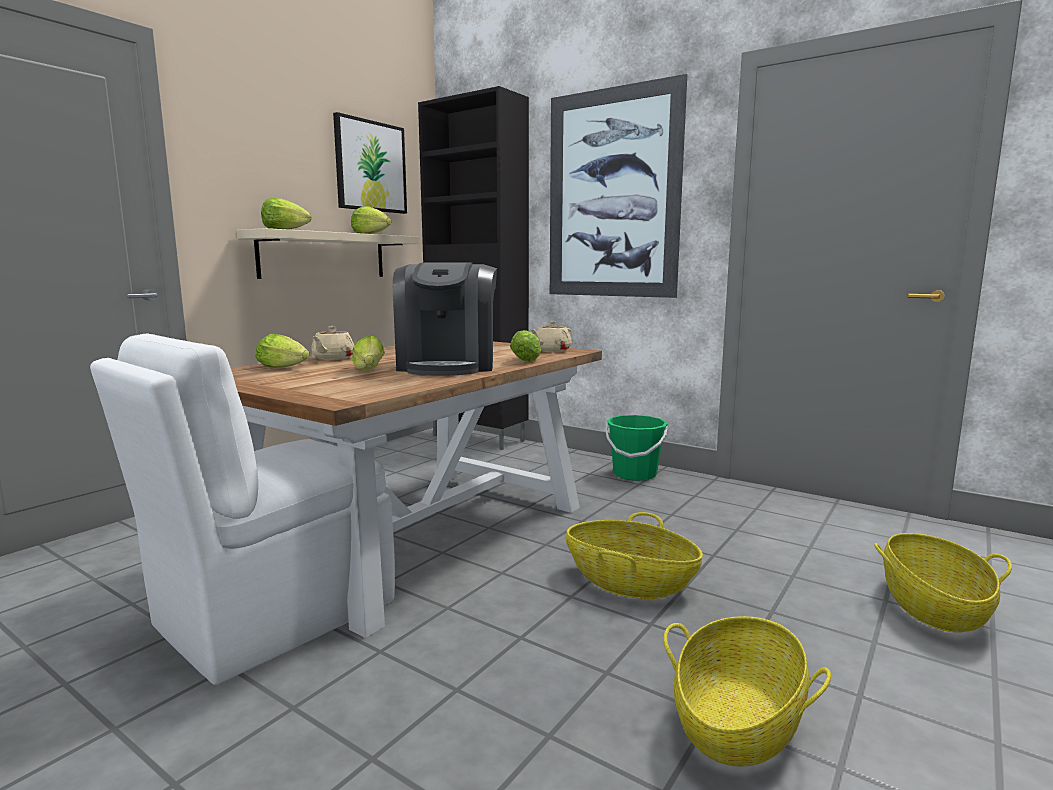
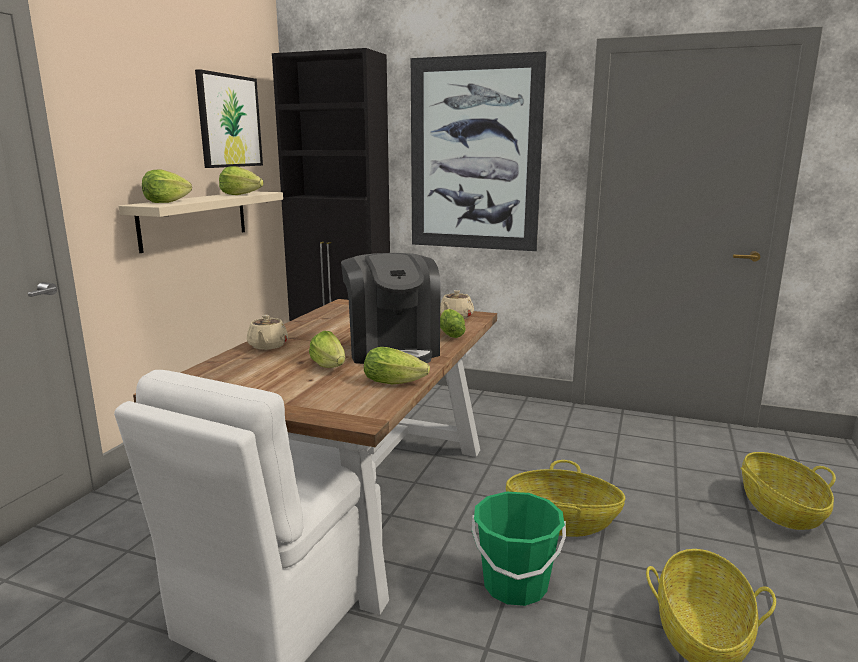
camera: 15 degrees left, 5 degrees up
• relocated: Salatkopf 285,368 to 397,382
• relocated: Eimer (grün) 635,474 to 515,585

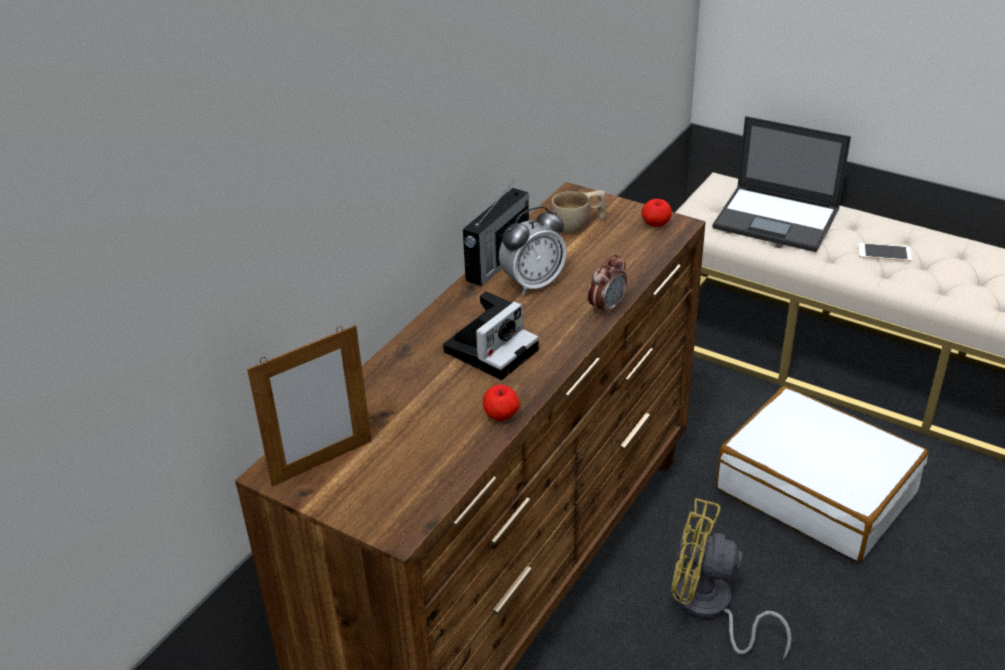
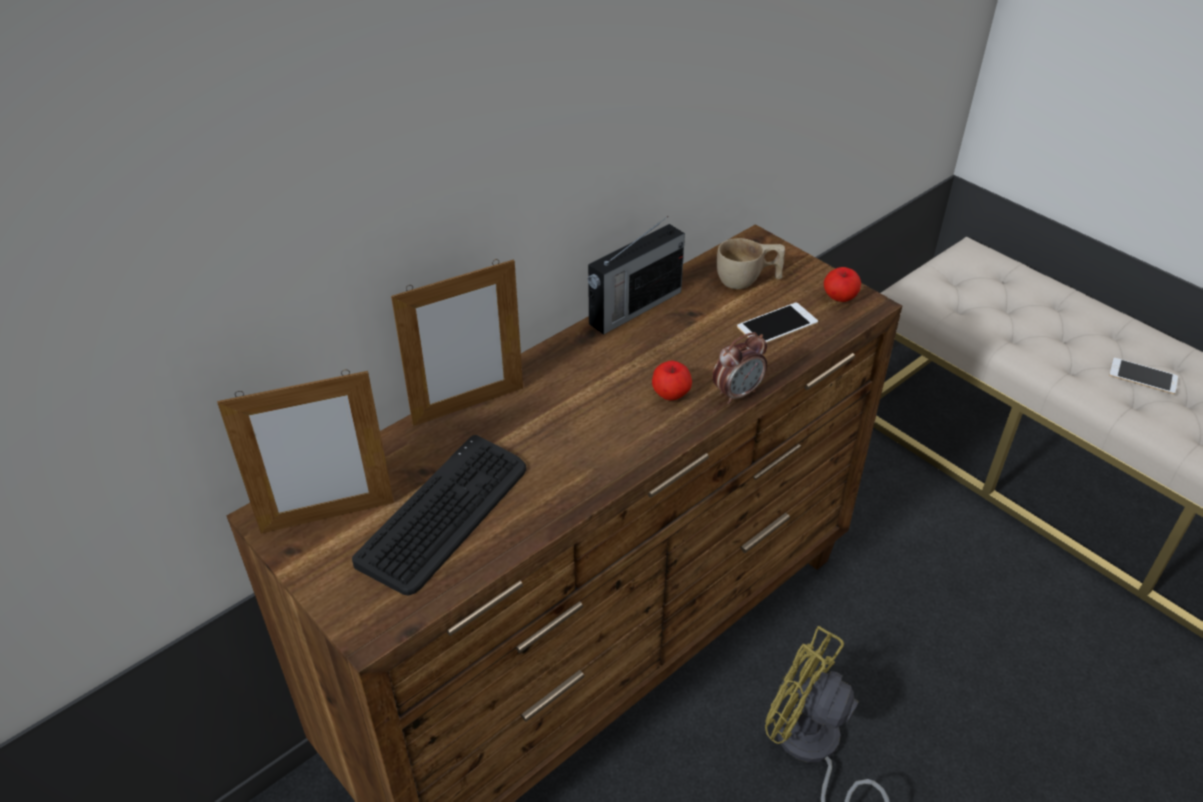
camera: 15 degrees right, 5 degrees up
• missing: Kamera 492,348
• missing: Wecker 533,283
• missing: Laptop 777,219
• missing: Koffer (weiß) 816,490
• appeared: Tastatur 445,514
• appeared: Bilderrahmen 468,406
• appeared: Handy 777,325
• relocated: Apfel 501,416 to 671,394

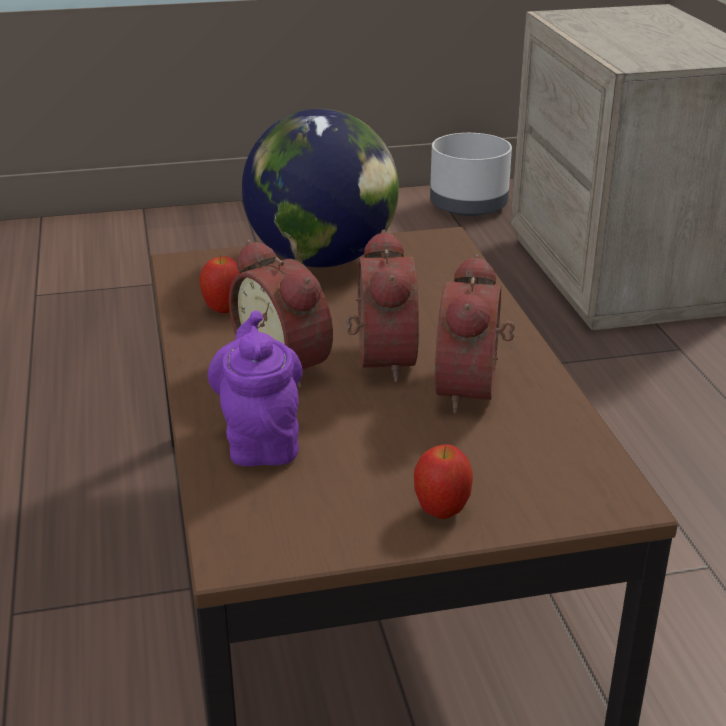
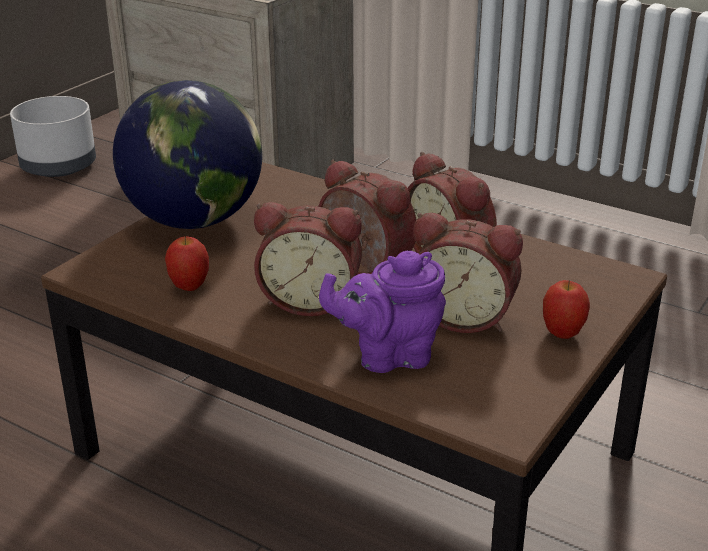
camera: 45 degrees left, 0 degrees up
• appeared: Wecker 464,316
• spun: Teekanne (lila) 261,440 = 388,355 45 degrees counterclockwise

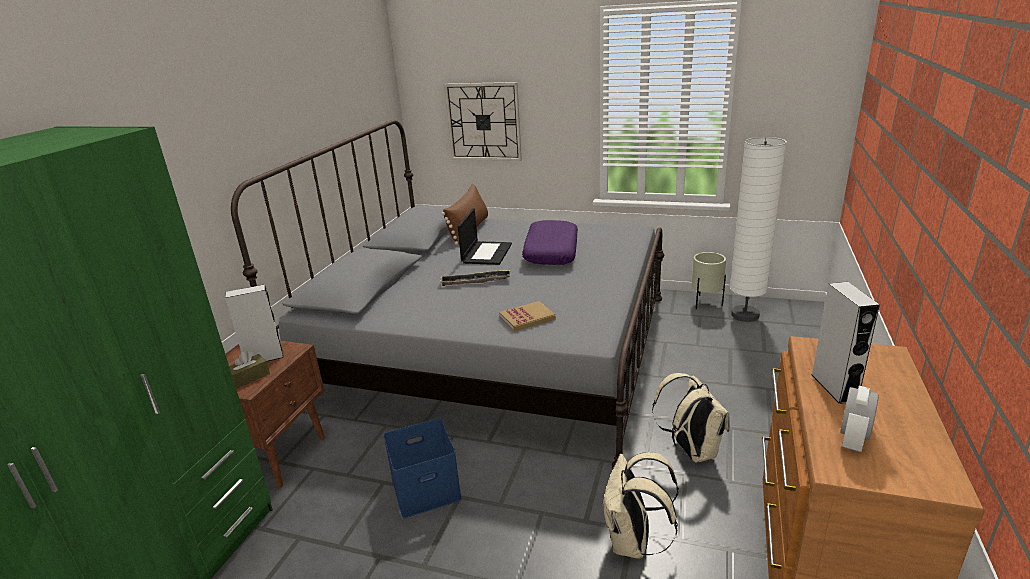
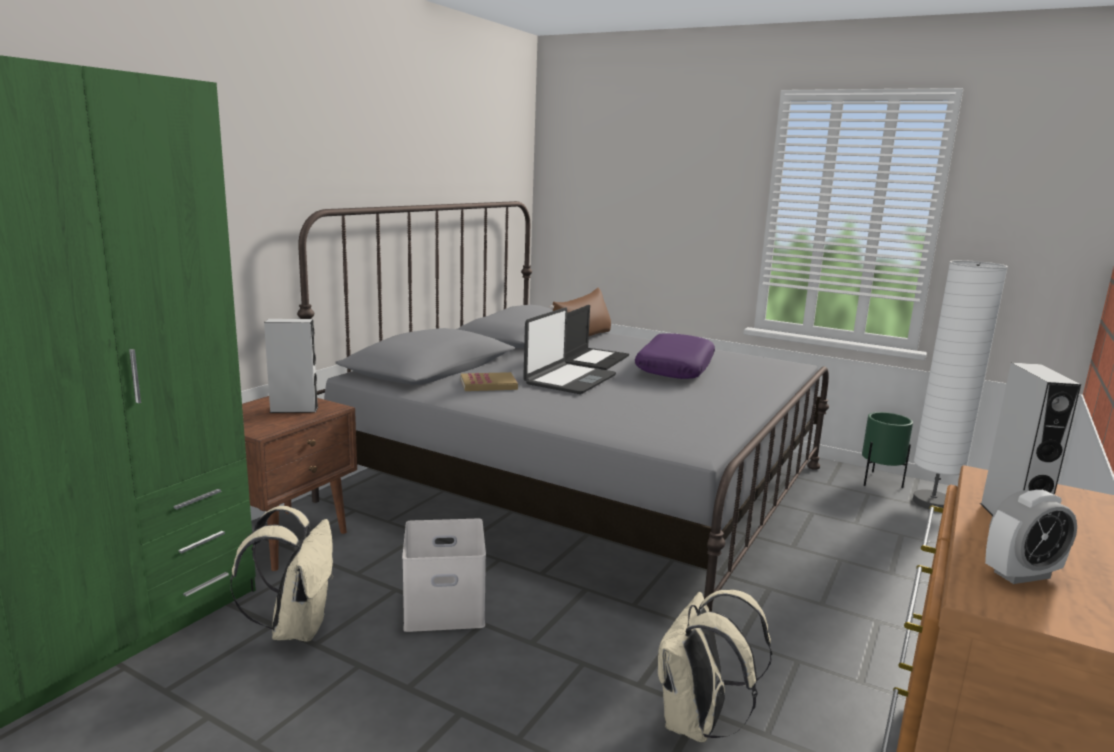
camera: 10 degrees right, 10 degrees down
• missing: Taschentuchbox (braun) 248,377
• missing: Wanduhr 483,122
• relocated: Buch 527,318 to 488,384
• relocated: Rucksack (beige) 691,450 to 296,627
• exchanged: Tablett 475,281 to Laptop 569,380
• colour: Aufbewahrungsbox (blau) 427,488 to Aufbewahrungsbox (weiß) 446,606
• colour: Pflanzkübel (beige) 705,303 to Pflanzkübel (grün) 879,482
• spun: Wecker 853,440 = 1021,575 150 degrees counterclockwise

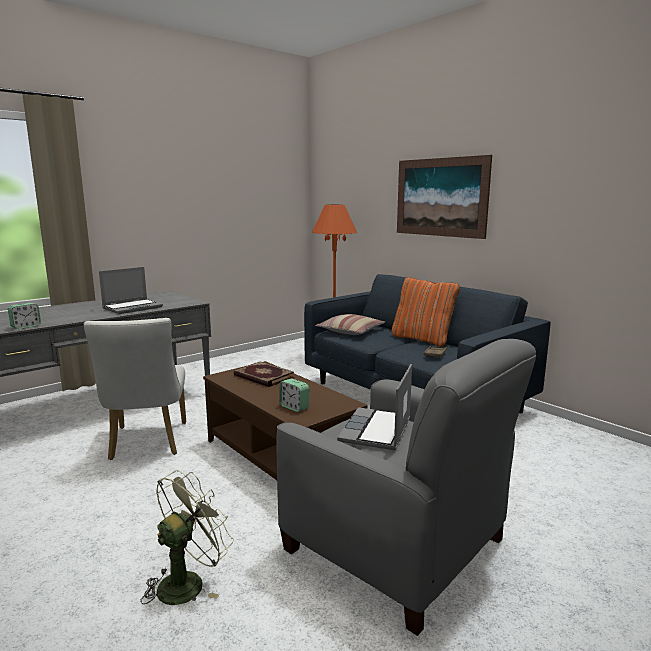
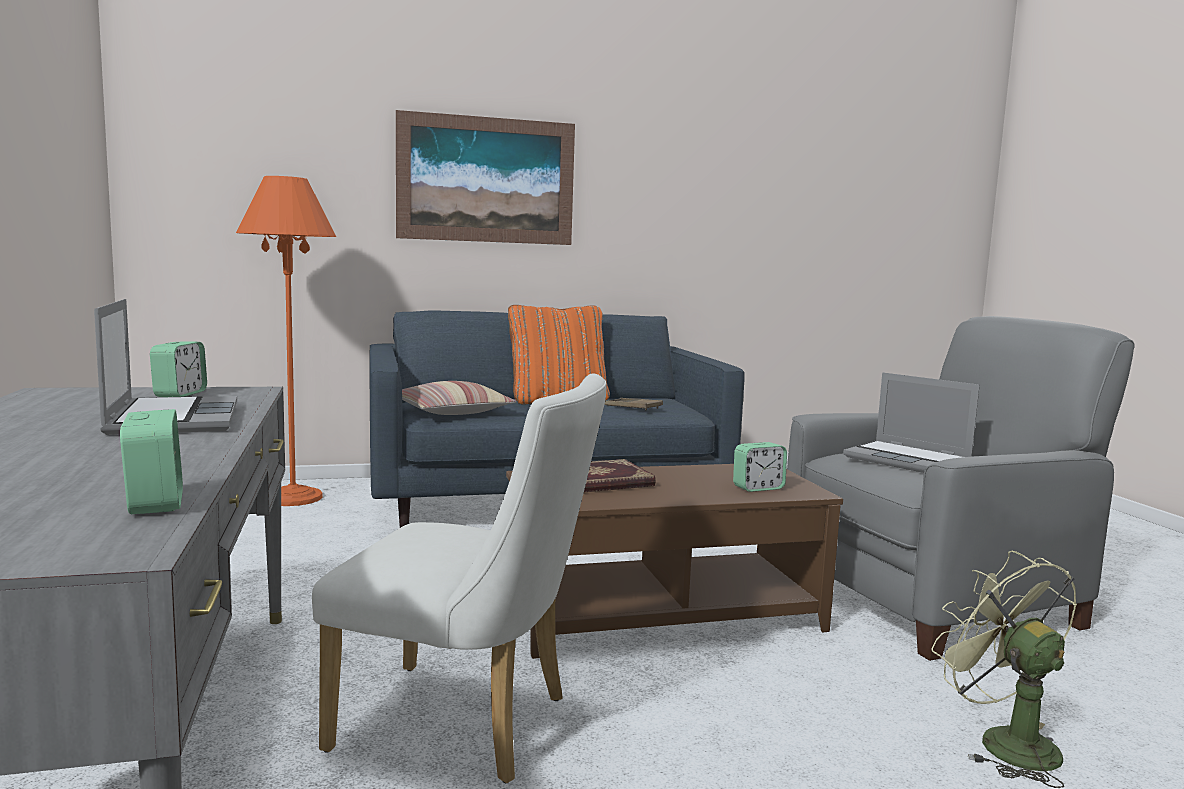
camera: 65 degrees left, 5 degrees down
• appeared: Wecker 180,394

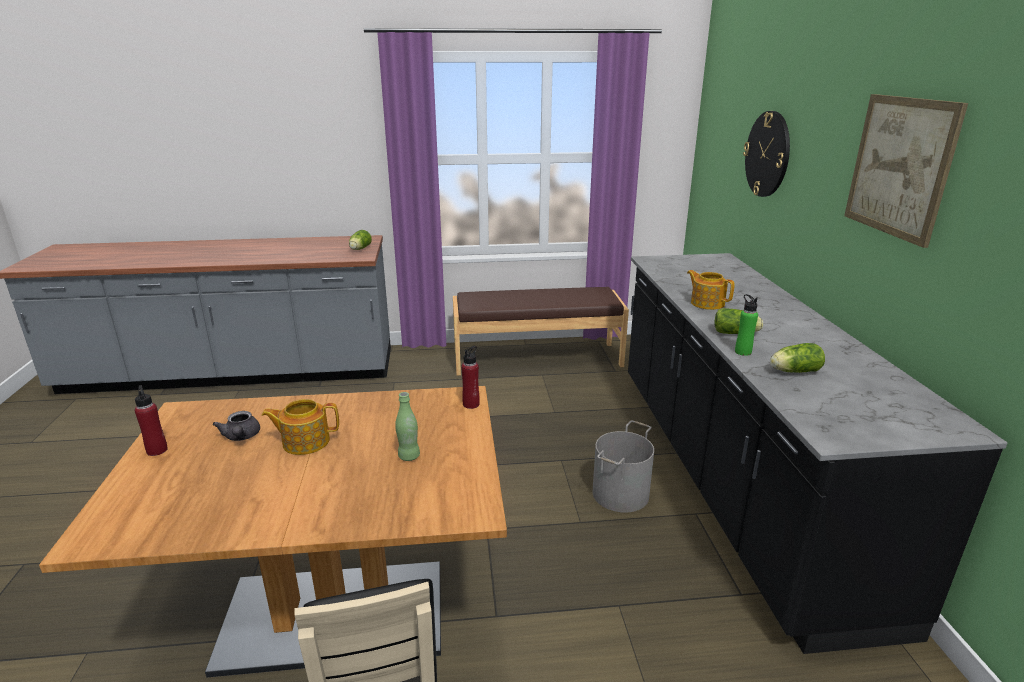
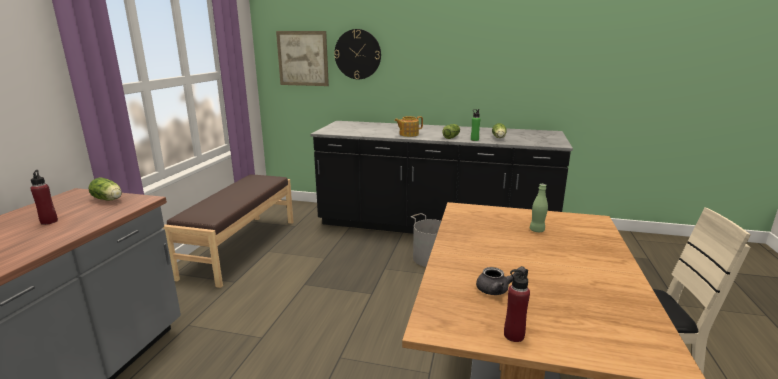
camera: 70 degrees left, 5 degrees down
• missing: Teekanne 305,442
• relocated: Flasche (rot) 471,404 to 49,221
• relocated: Bild 900,167 to 303,58

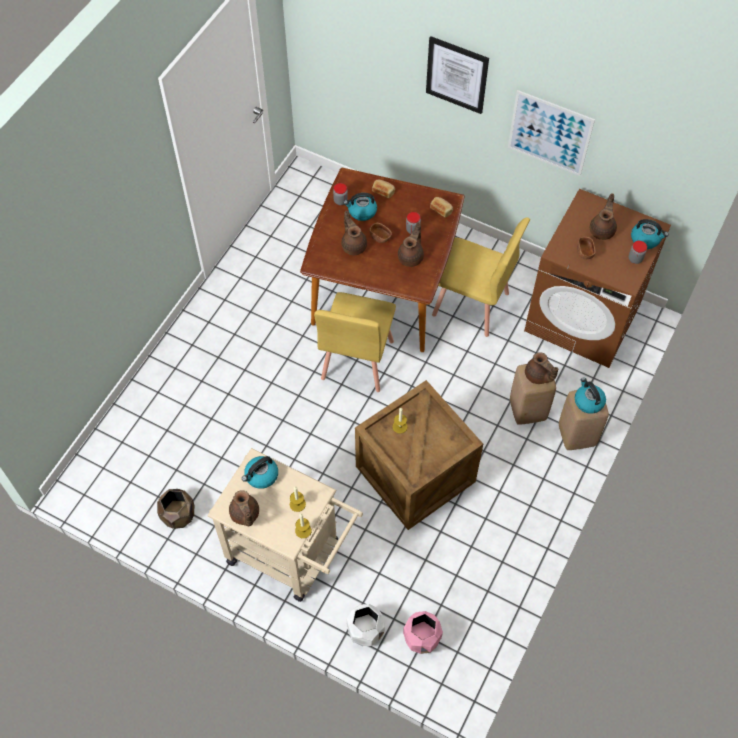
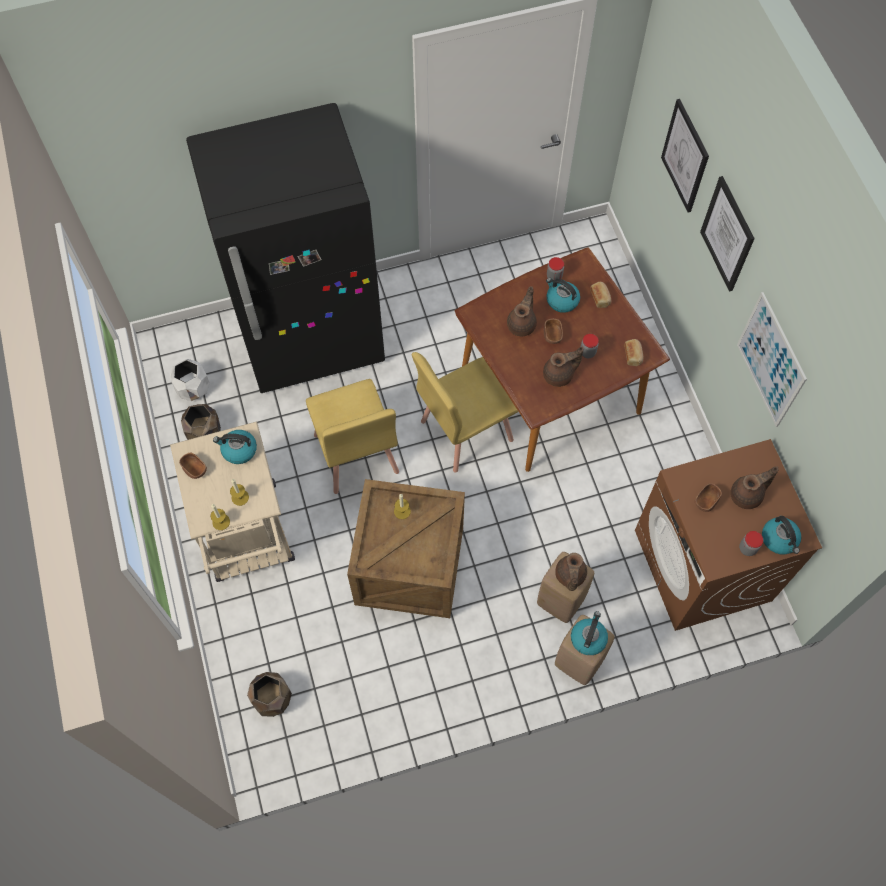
camera: 45 degrees right, 5 degrees up
• appeared: Kühlschrank (schwarz) 311,337
• appeared: Bild 685,156
• relocated: Pflanzkübel (weiß) 366,630 to 193,388
• relocated: Stuhl (gelb) 471,305 to 355,454
• exchanged: Teekanne (braun) 245,515 to Schüssel (braun) 195,469
• colour: Pflanzkübel (rosa) 422,638 to Pflanzkübel (braun) 272,699

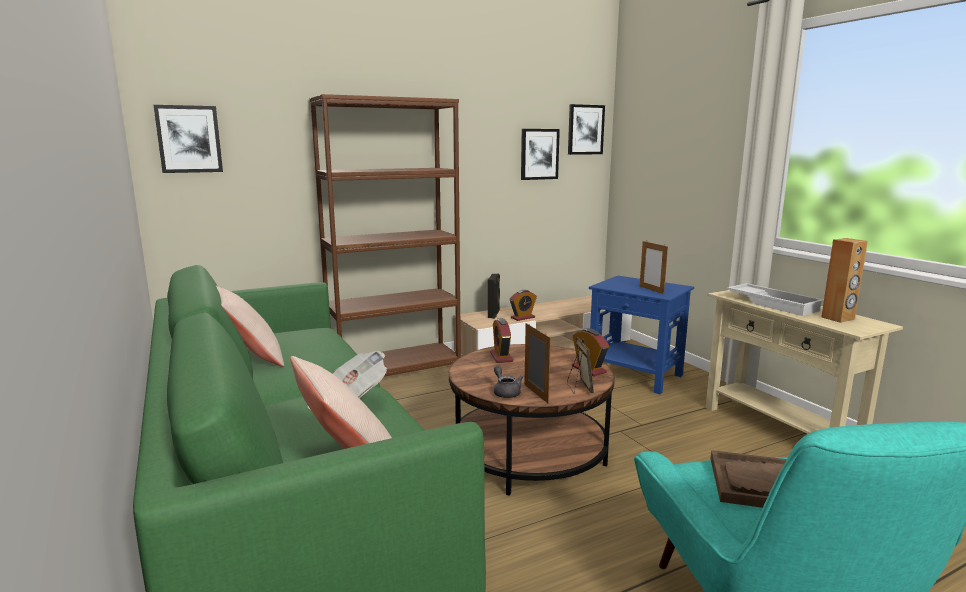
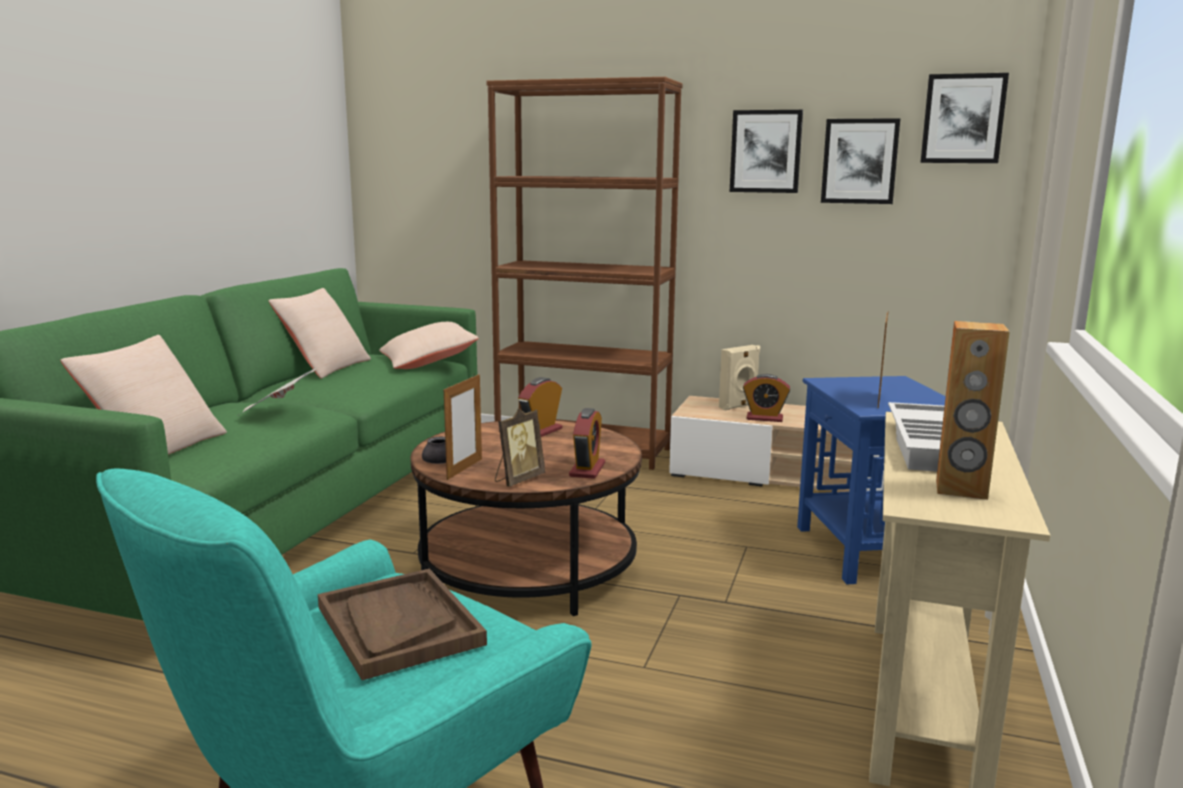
camera: 45 degrees right, 0 degrees up
• appeared: Kissen (beige) 428,362
• relocated: Bild 189,139 to 766,151
• colour: Lautsprecher (schwarz) 494,314 to Lautsprecher (beige) 739,406

